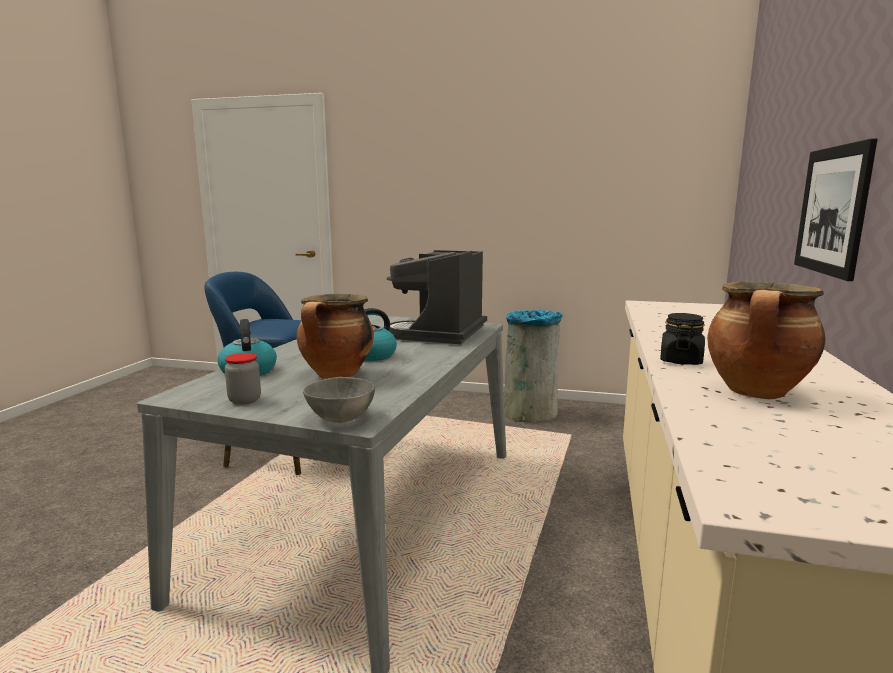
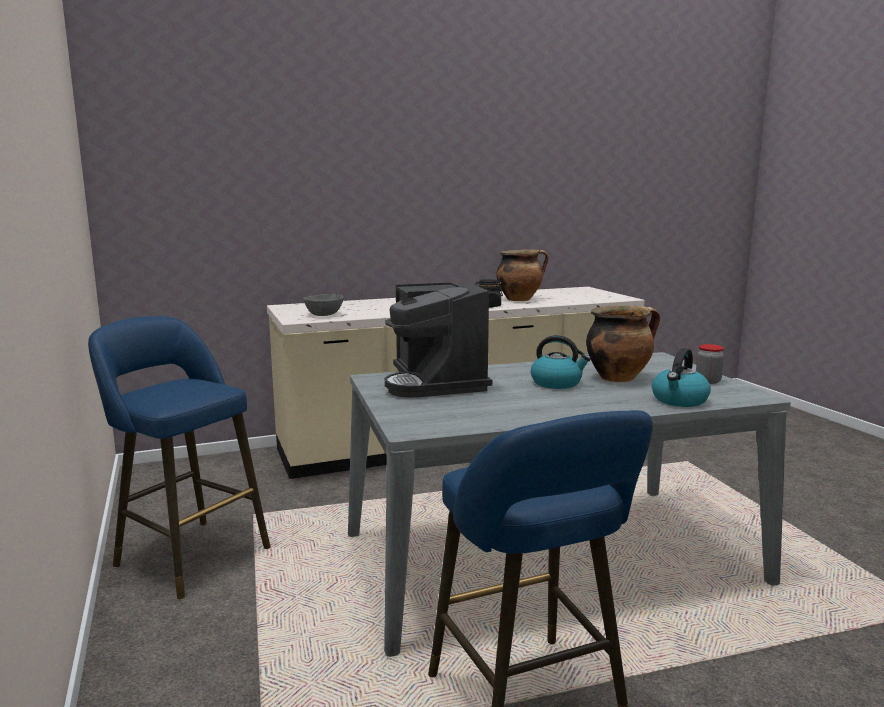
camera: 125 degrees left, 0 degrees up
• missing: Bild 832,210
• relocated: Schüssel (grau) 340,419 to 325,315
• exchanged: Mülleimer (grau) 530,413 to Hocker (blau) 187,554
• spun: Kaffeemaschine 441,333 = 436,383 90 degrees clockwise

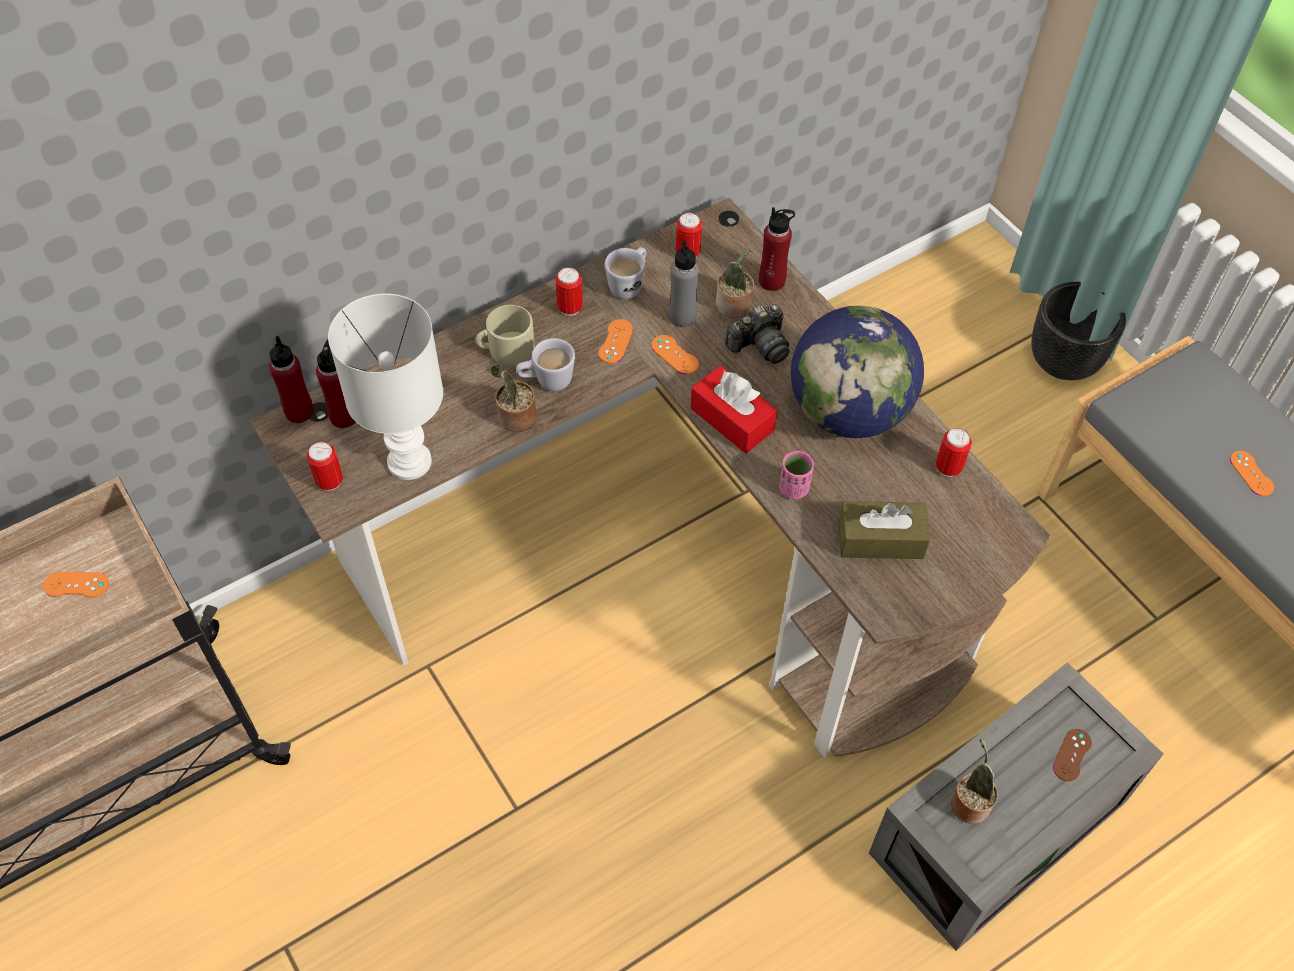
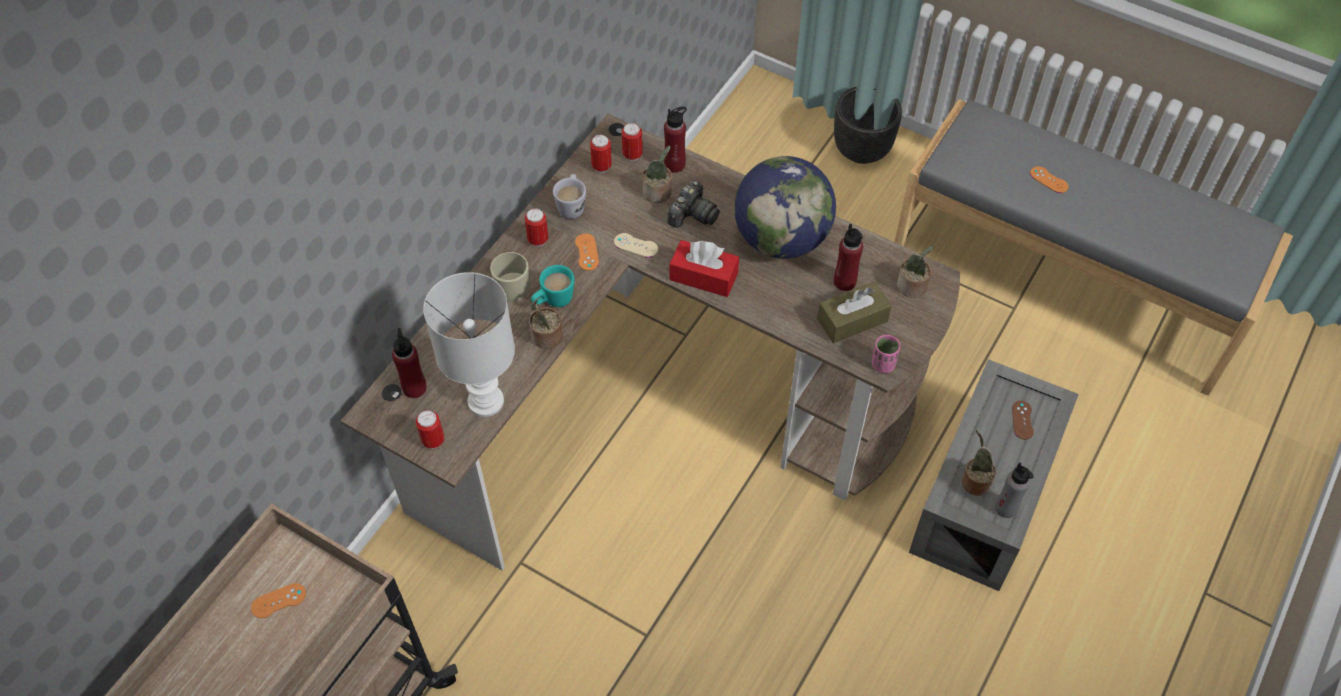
camera: 25 degrees left, 0 degrees up
• appeared: Topfpflanze 912,287
• relocated: Flasche (rot) 299,412 to 844,282
• relocated: Flasche (grau) 682,317 to 1006,508
• relocated: Tasse (rosa) 794,488 to 883,364
• relocated: Dose 948,468 to 632,155
• colour: Henkelbecher (weiß) 547,381 to Henkelbecher (türkis) 553,301
• colour: Gamepad (orange) 674,355 to Gamepad (beige) 636,245

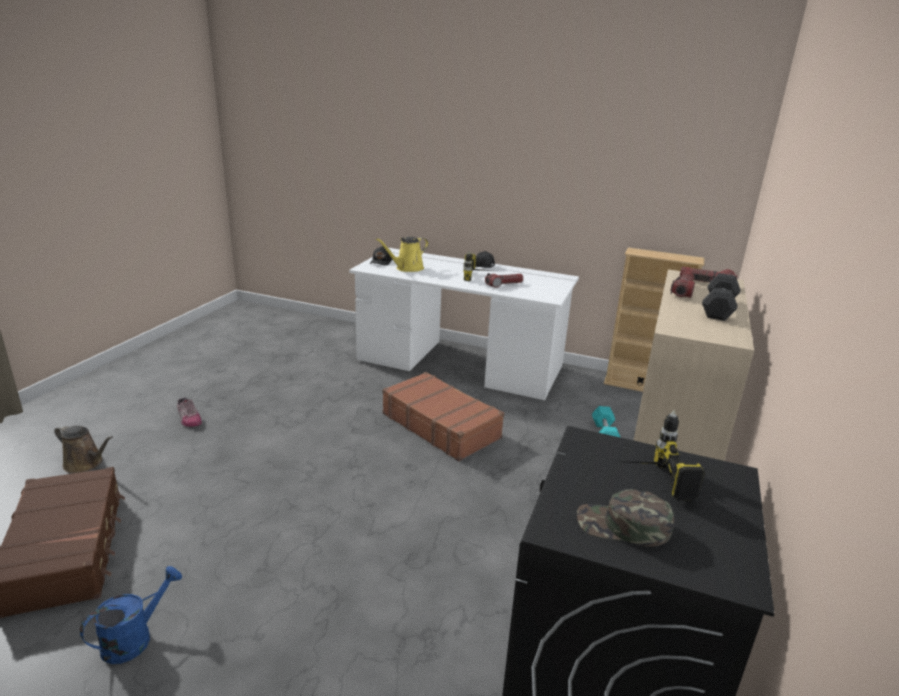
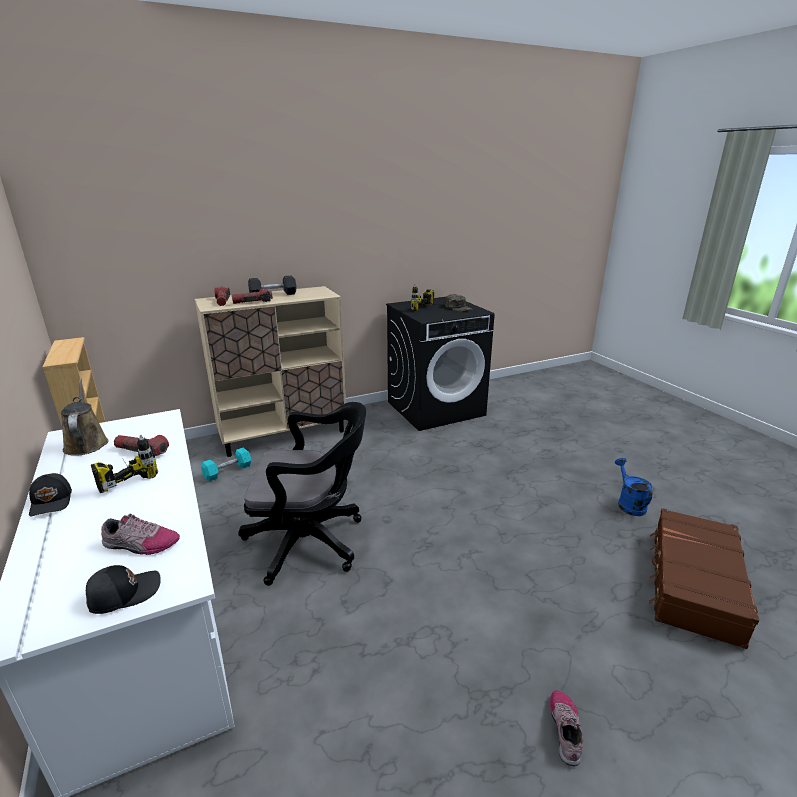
camera: 135 degrees left, 0 degrees up
• relocated: Gießkanne (braun) 86,464 to 86,443
• exchanged: Gießkanne (gelb) 407,268 to Schuh 140,544
• exchanged: Koffer (braun) 441,425 to Bürostuhl (schwarz) 311,542
• spun: Gießkanne (blau) 135,638 = 628,503 90 degrees clockwise

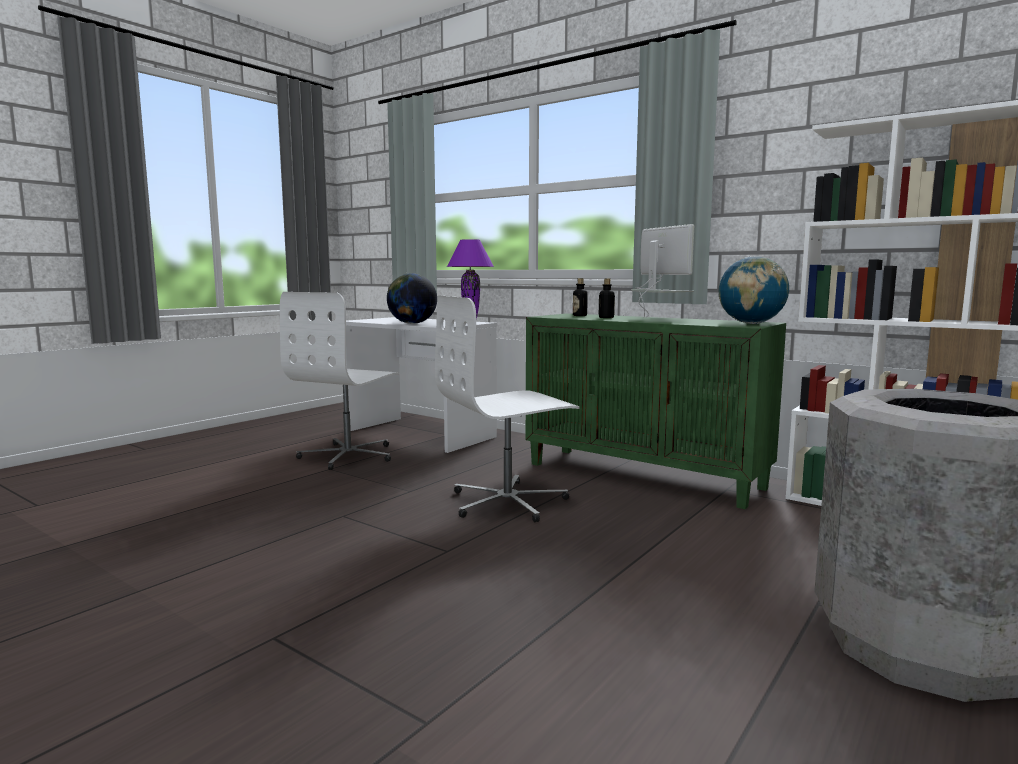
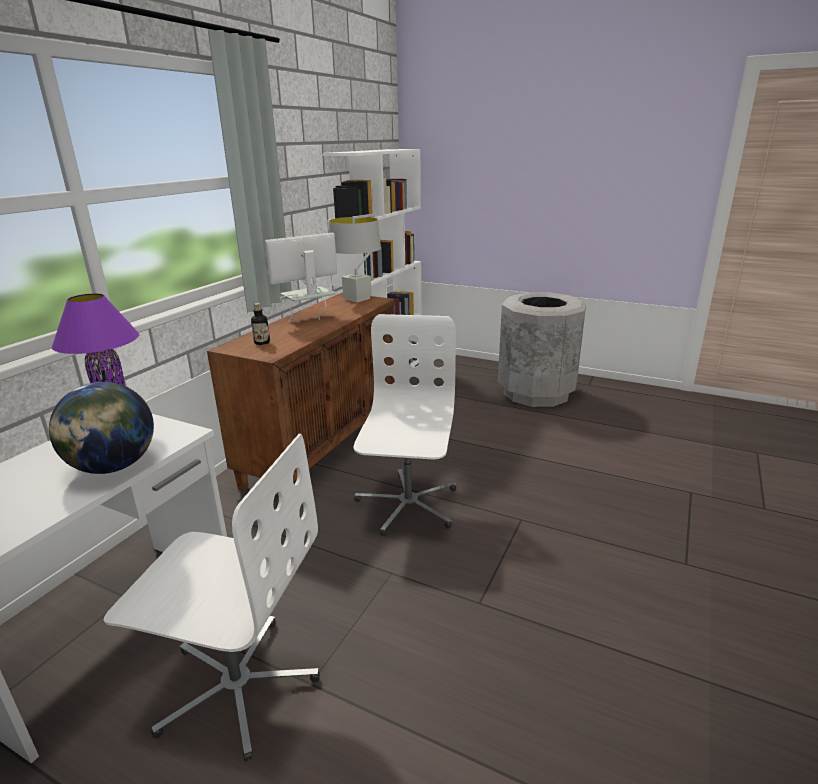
camera: 100 degrees left, 15 degrees up
• missing: Flasche 606,317
• exchanged: Globus 751,323 to Tischlampe (grau) 357,299
• colour: Schrank (grün) 644,475 to Schrank (braun) 324,446
• spun: Bürostuhl (weiß) 508,502 = 407,505 135 degrees counterclockwise

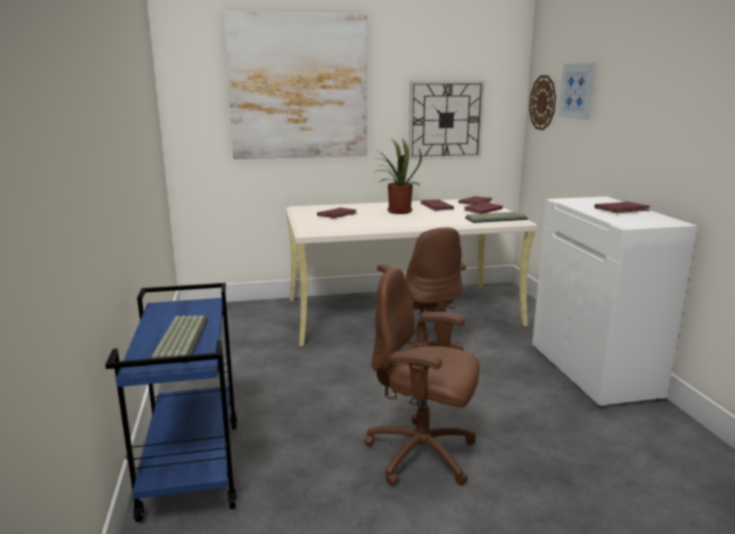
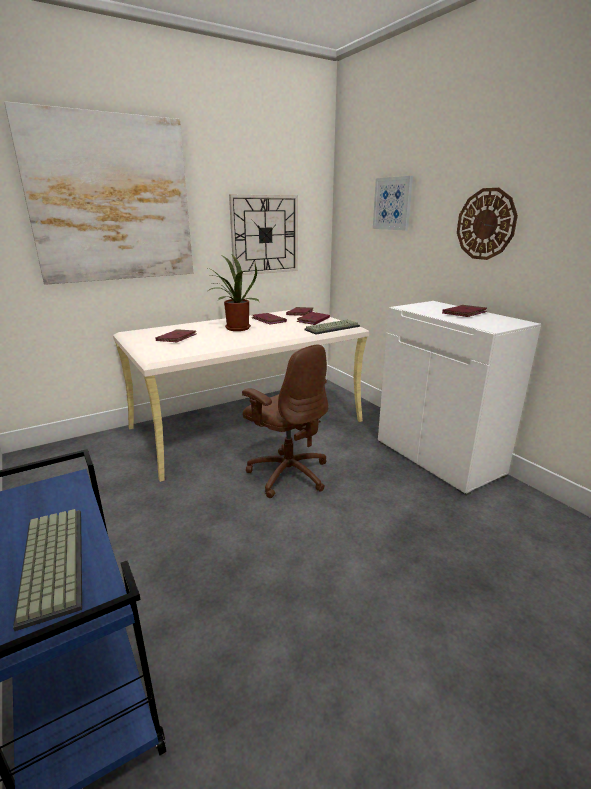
camera: 20 degrees left, 5 degrees up
• missing: Bürostuhl (braun) 423,455
• relocated: Wanduhr 543,102 to 486,224

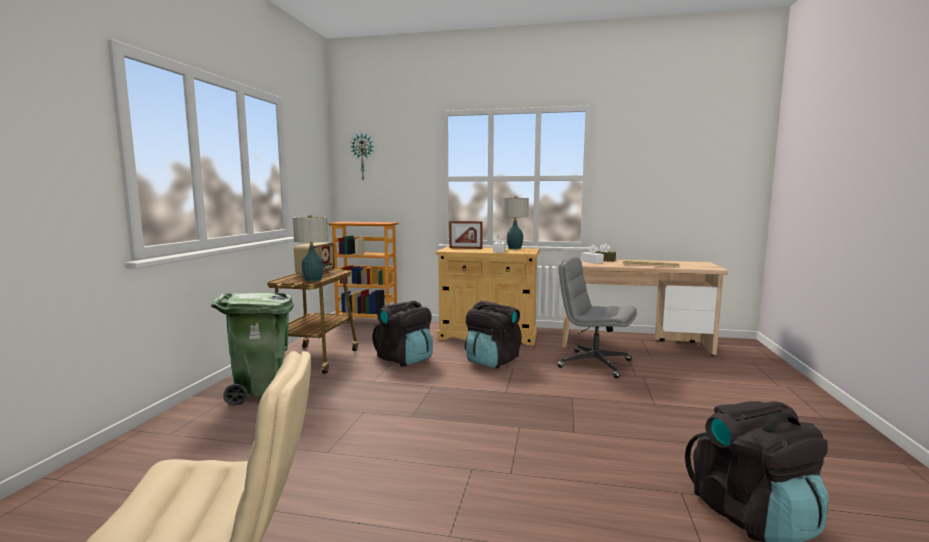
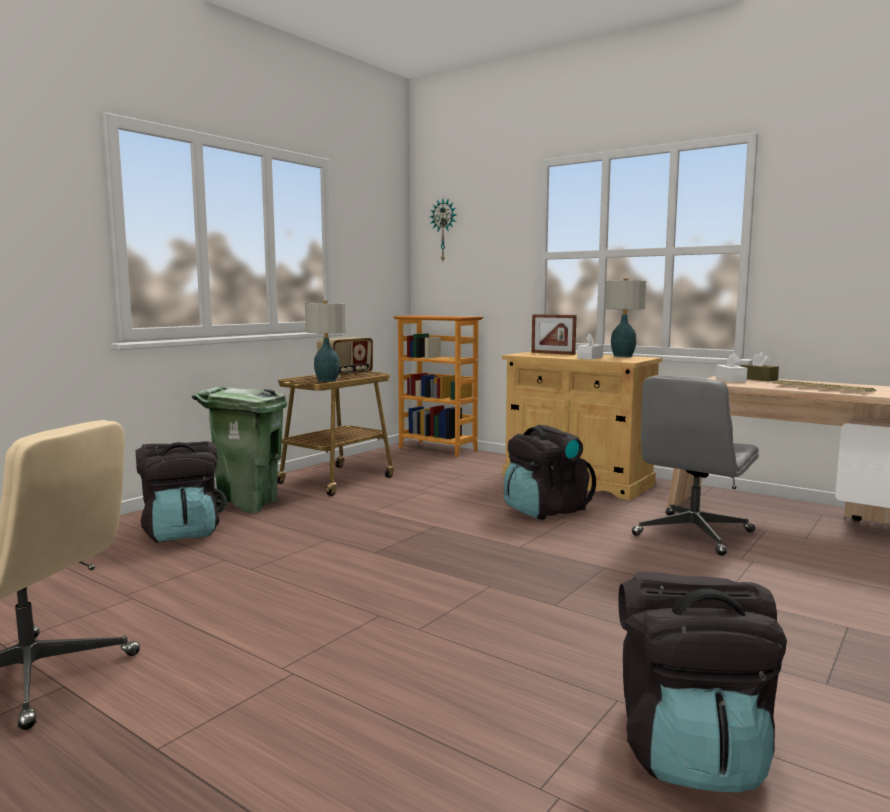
camera: 25 degrees right, 0 degrees up
• relocated: Rucksack (schwarz) 405,359 to 182,533
• spun: Bürostuhl (grau) 594,364 = 693,534 105 degrees counterclockwise

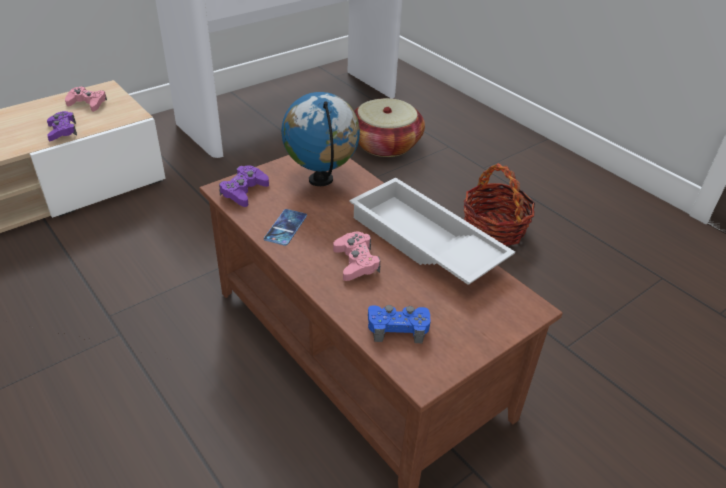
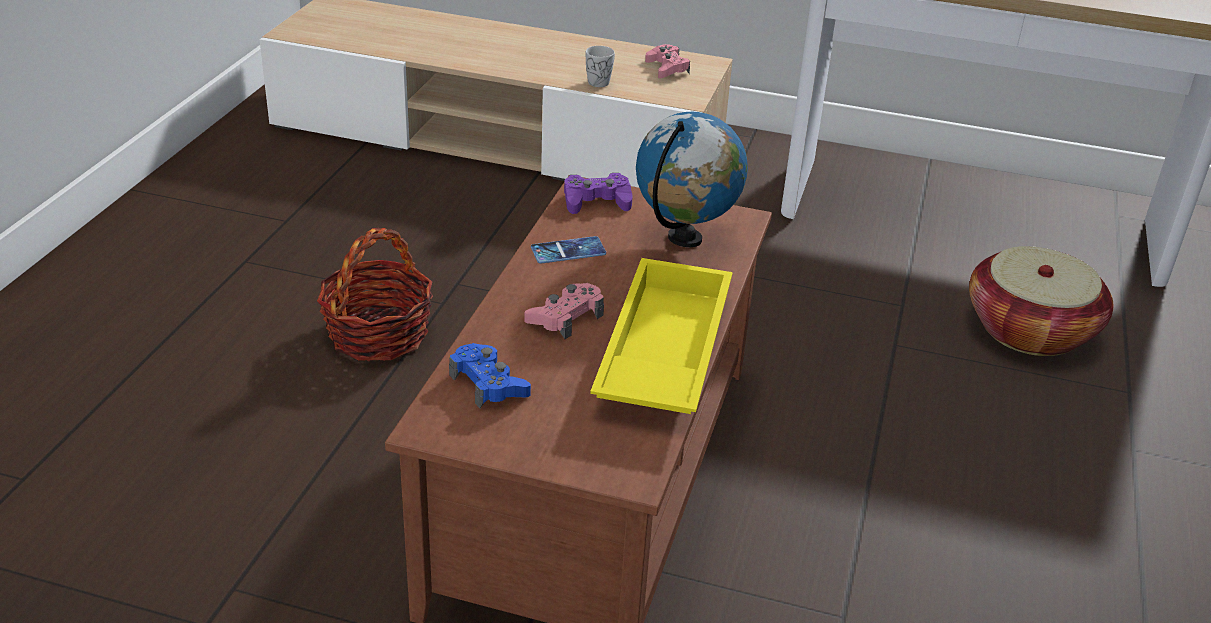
camera: 55 degrees right, 5 degrees down
• relocated: Korb 493,229 to 378,334
• exchanged: Gamepad (lila) 62,131 to Henkelbecher (weiß) 601,81
• colour: Tablett (weiß) 423,242 to Tablett (gelb) 660,352

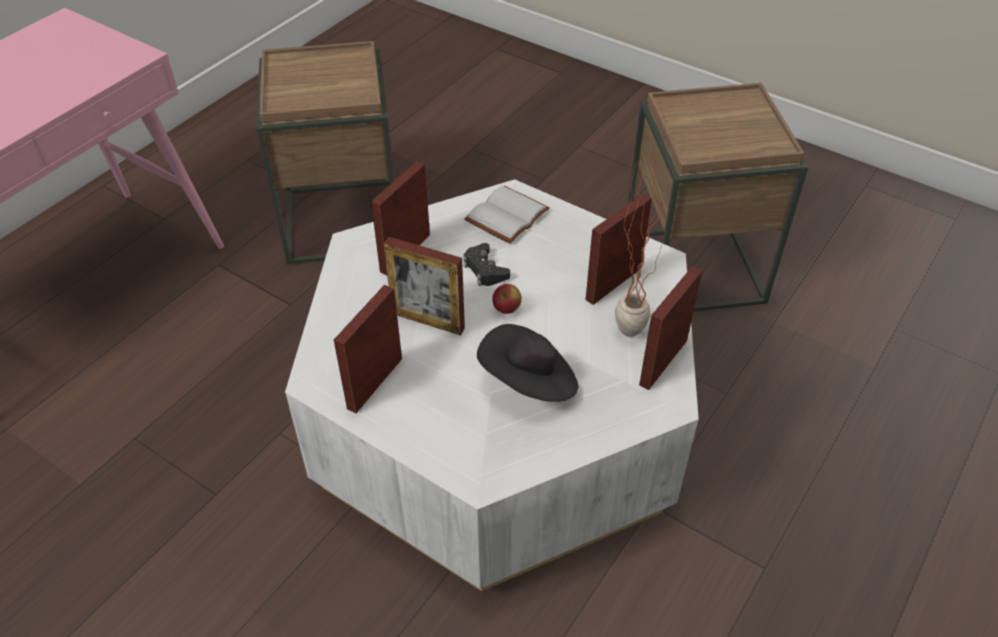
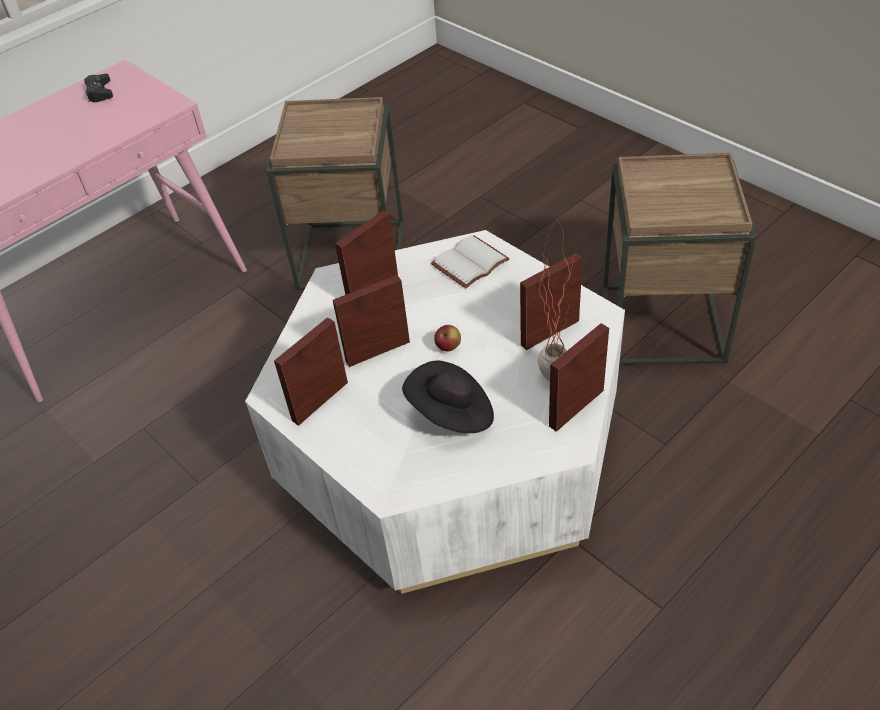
camera: 15 degrees right, 0 degrees up
• relocated: Gamepad (schwarz) 485,270 to 100,92
• spun: Bilderrahmen 428,321 = 377,351 120 degrees clockwise

